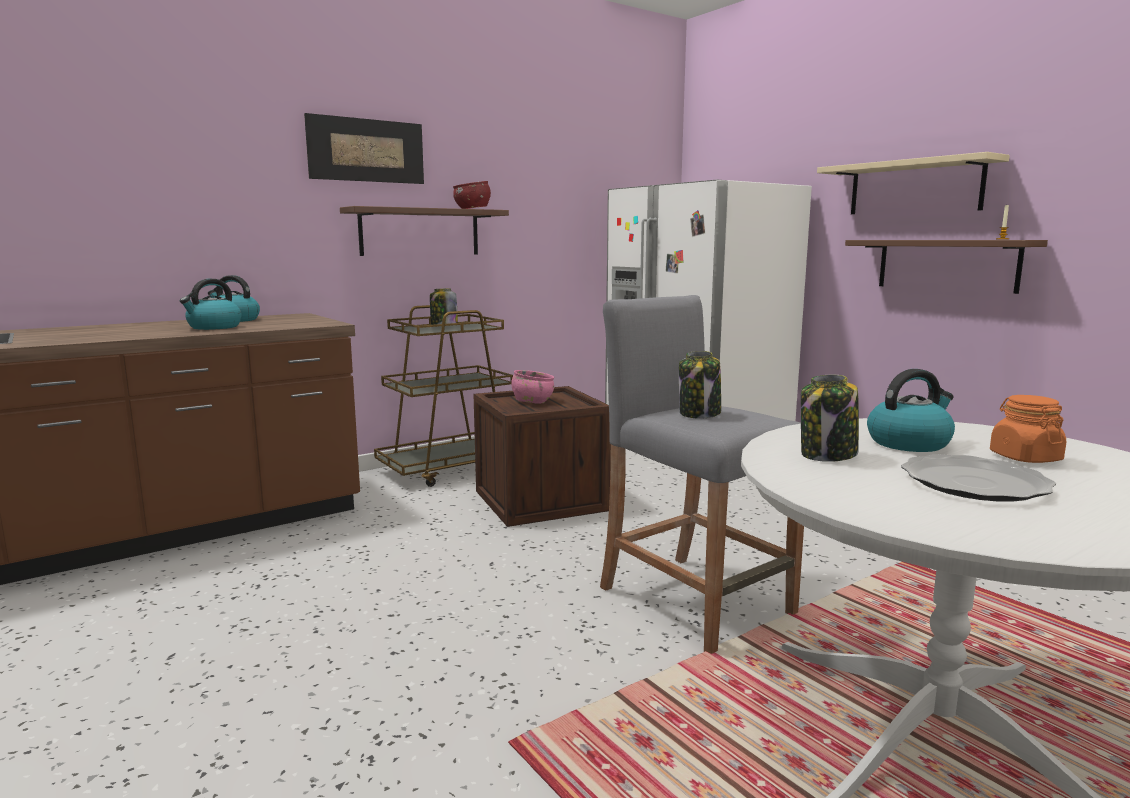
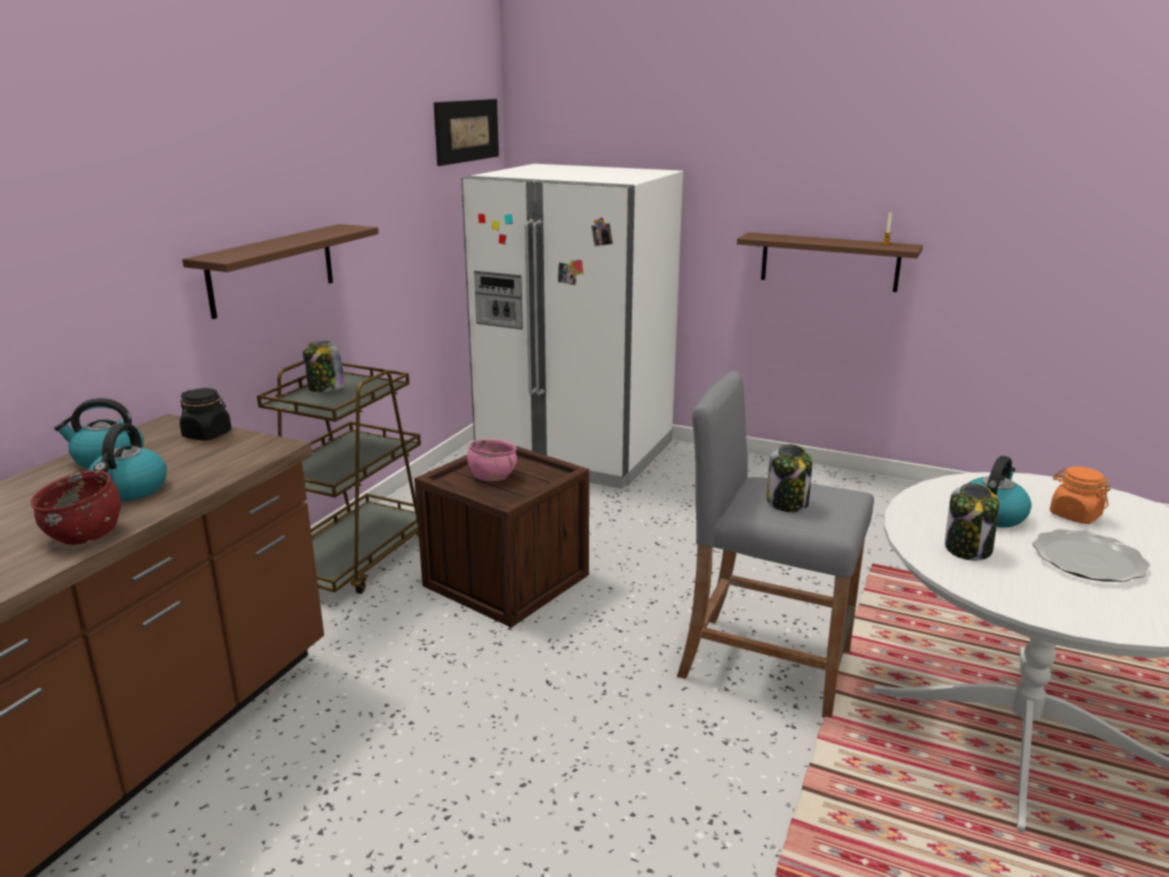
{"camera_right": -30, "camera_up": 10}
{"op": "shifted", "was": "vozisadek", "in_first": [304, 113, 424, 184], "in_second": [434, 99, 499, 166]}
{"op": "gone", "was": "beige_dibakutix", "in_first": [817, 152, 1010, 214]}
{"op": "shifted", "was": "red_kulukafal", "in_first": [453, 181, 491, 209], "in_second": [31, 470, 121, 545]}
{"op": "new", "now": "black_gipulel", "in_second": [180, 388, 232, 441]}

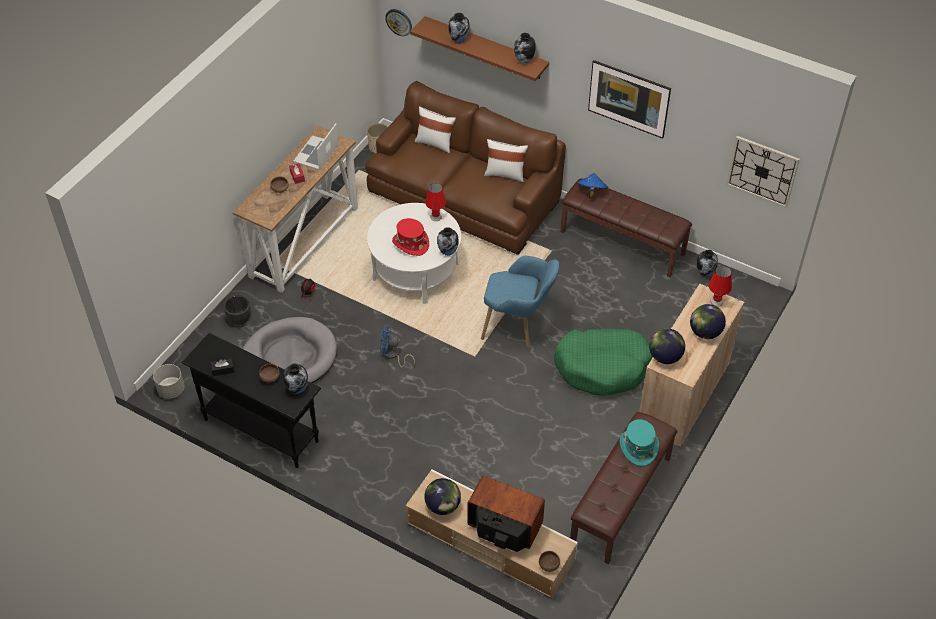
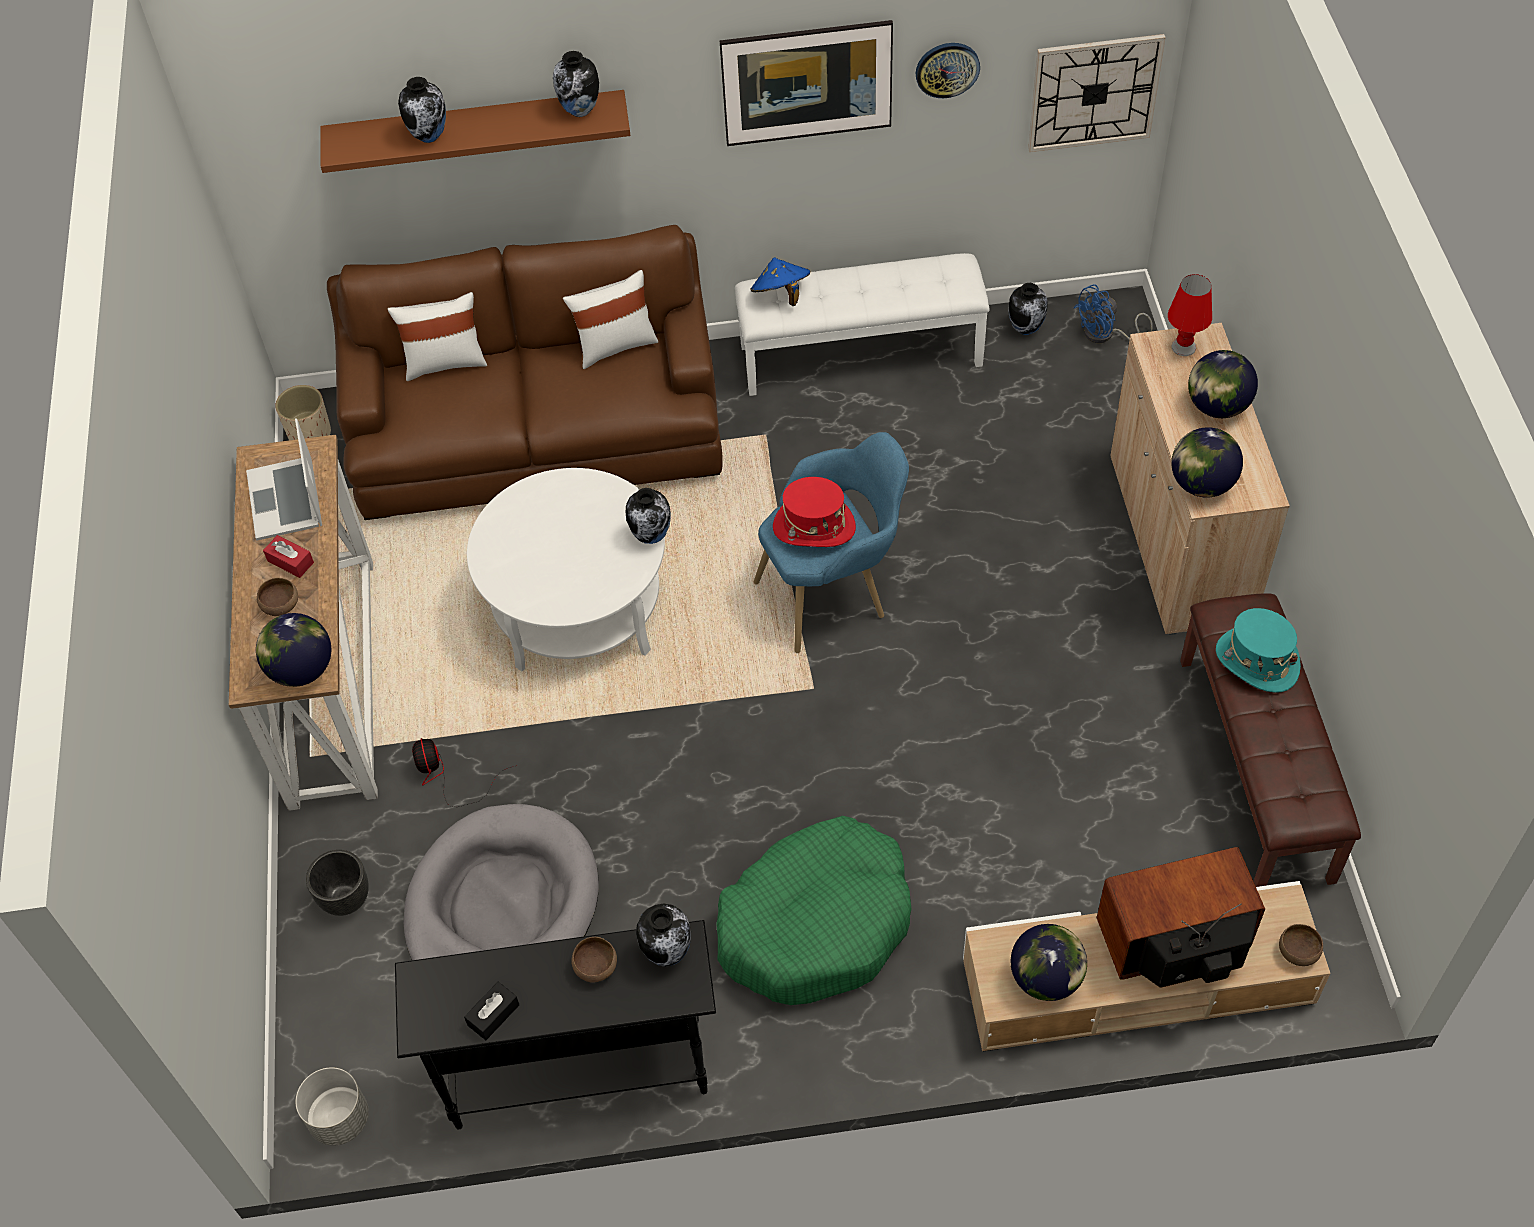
{"camera_right": -35, "camera_up": 5}
{"op": "shifted", "was": "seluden", "in_first": [385, 9, 412, 36], "in_second": [916, 43, 980, 98]}
{"op": "repainted", "was": "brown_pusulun", "now": "white_pusulun", "in_first": [561, 179, 692, 277], "in_second": [735, 253, 990, 396]}
{"op": "gone", "was": "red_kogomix", "in_first": [425, 183, 446, 221]}
{"op": "shifted", "was": "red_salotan", "in_first": [392, 218, 429, 256], "in_second": [773, 477, 856, 547]}
{"op": "shifted", "was": "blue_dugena", "in_first": [380, 325, 415, 367], "in_second": [1074, 284, 1153, 343]}
{"op": "shifted", "was": "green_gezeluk", "in_first": [554, 329, 653, 396], "in_second": [716, 816, 912, 1005]}
{"op": "new", "now": "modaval", "in_second": [256, 613, 331, 687]}

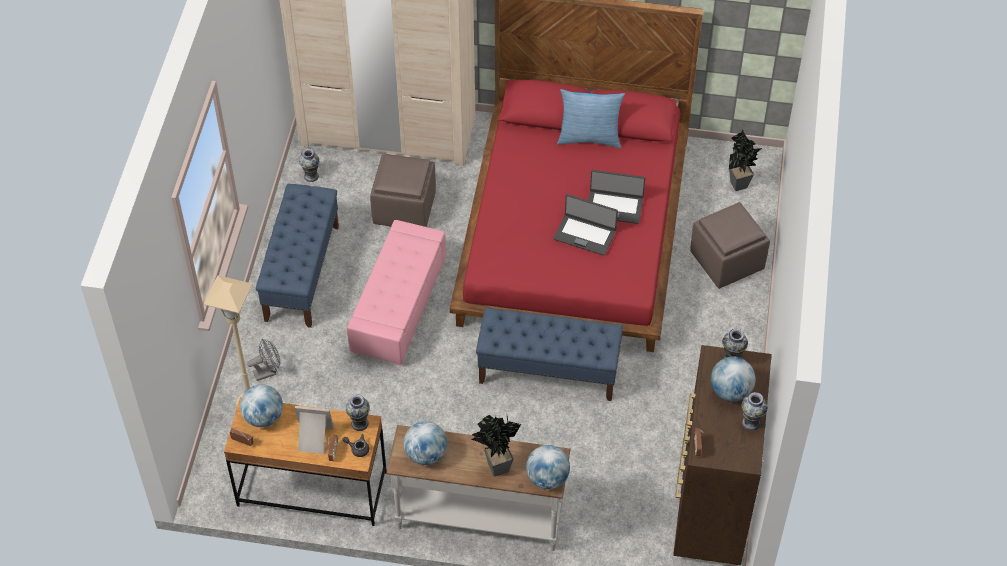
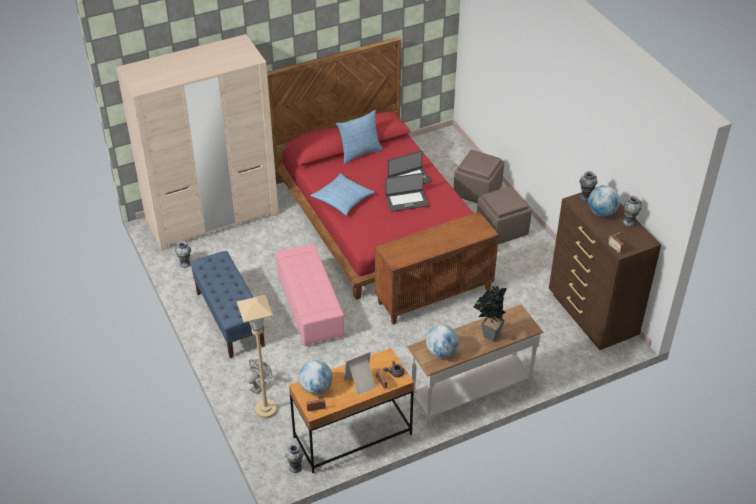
{"camera_right": -35, "camera_up": -10}
{"op": "gone", "was": "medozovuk", "in_first": [729, 130, 762, 191]}
{"op": "shifted", "was": "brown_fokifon", "in_first": [370, 154, 436, 227], "in_second": [477, 186, 532, 244]}
{"op": "swapped", "was": "blue_pusulun", "now": "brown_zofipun", "in_first": [476, 308, 623, 401], "in_second": [375, 212, 499, 325]}
{"op": "shifted", "was": "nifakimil", "in_first": [346, 395, 370, 431], "in_second": [285, 443, 304, 473]}
{"op": "gone", "was": "modaval", "in_first": [526, 445, 570, 489]}
{"op": "new", "now": "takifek", "in_second": [310, 173, 375, 215]}

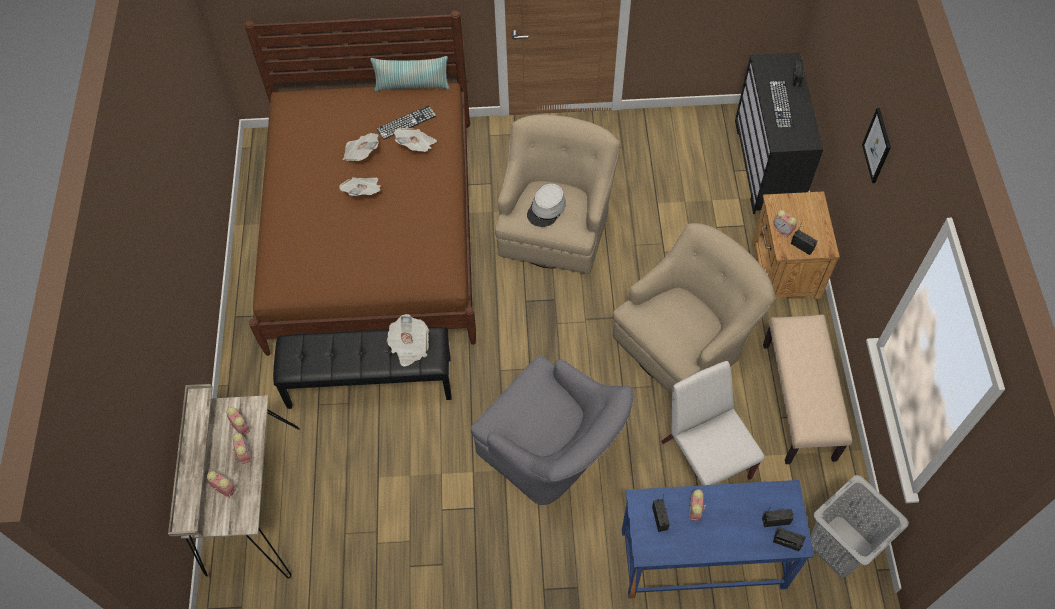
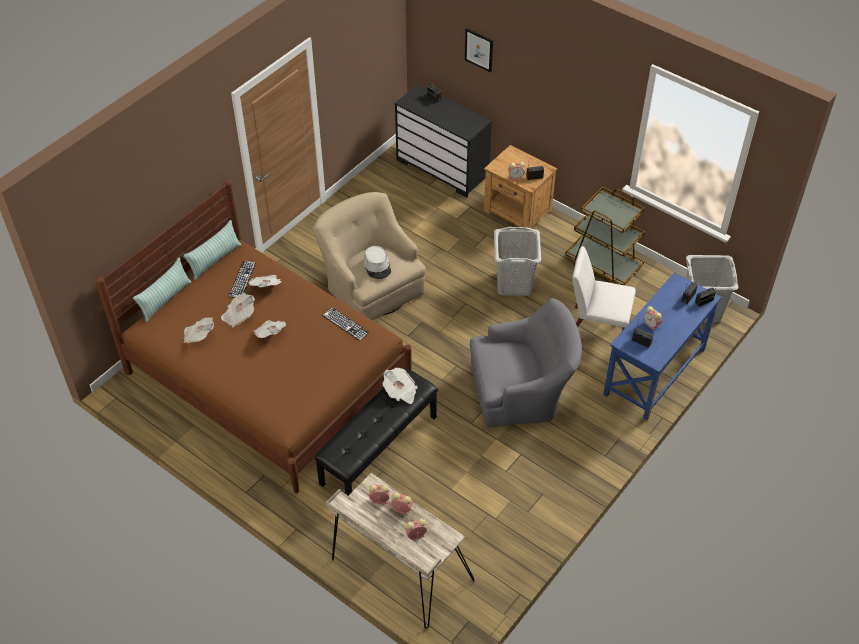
{"camera_right": -50, "camera_up": -10}
{"op": "shifted", "was": "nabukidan", "in_first": [769, 81, 794, 128], "in_second": [322, 307, 369, 341]}
{"op": "shifted", "was": "vozisadek", "in_first": [862, 108, 891, 183], "in_second": [465, 28, 493, 72]}
{"op": "swapped", "was": "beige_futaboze", "now": "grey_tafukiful", "in_first": [613, 223, 775, 396], "in_second": [494, 227, 541, 296]}
{"op": "swapped", "was": "beige_pusulun", "now": "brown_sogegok", "in_first": [763, 314, 852, 464], "in_second": [565, 187, 644, 285]}
{"op": "new", "now": "takifek", "in_second": [133, 258, 191, 322]}
{"op": "new", "now": "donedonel", "in_second": [184, 318, 214, 343]}

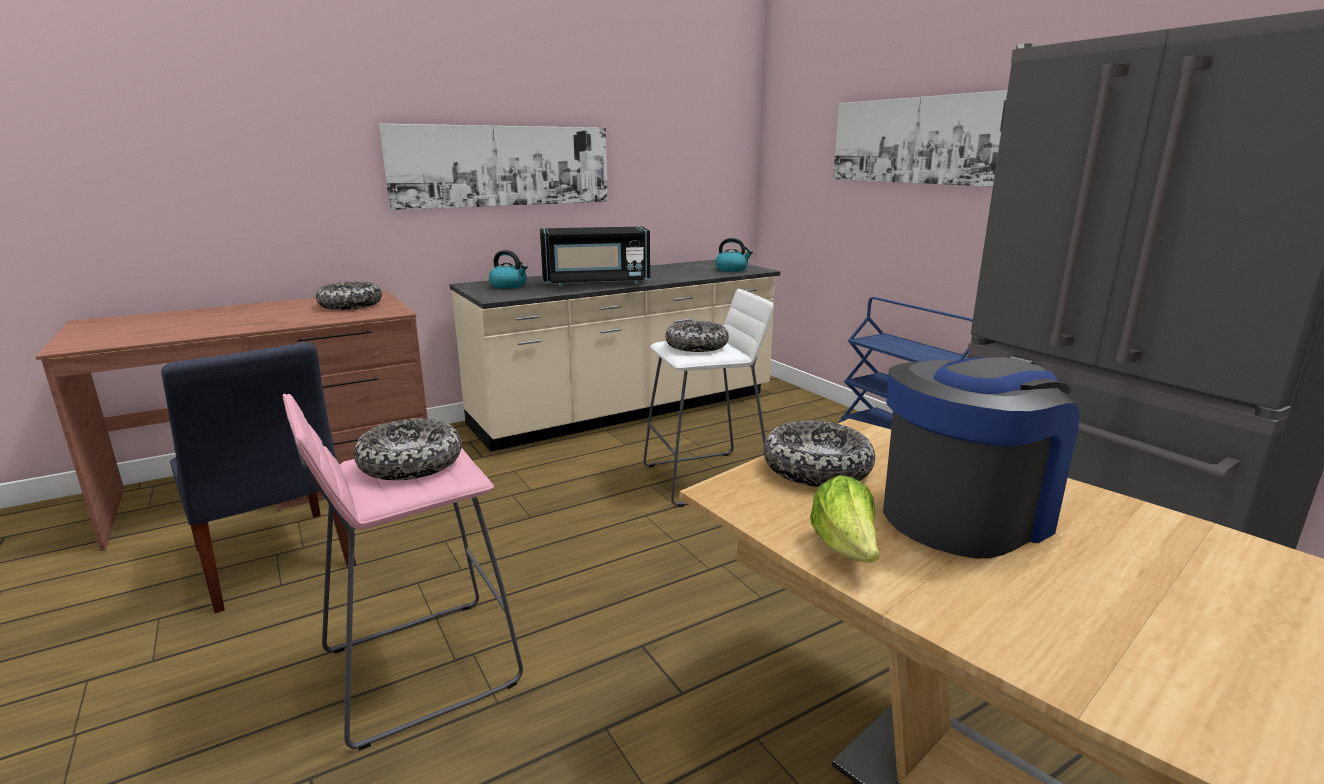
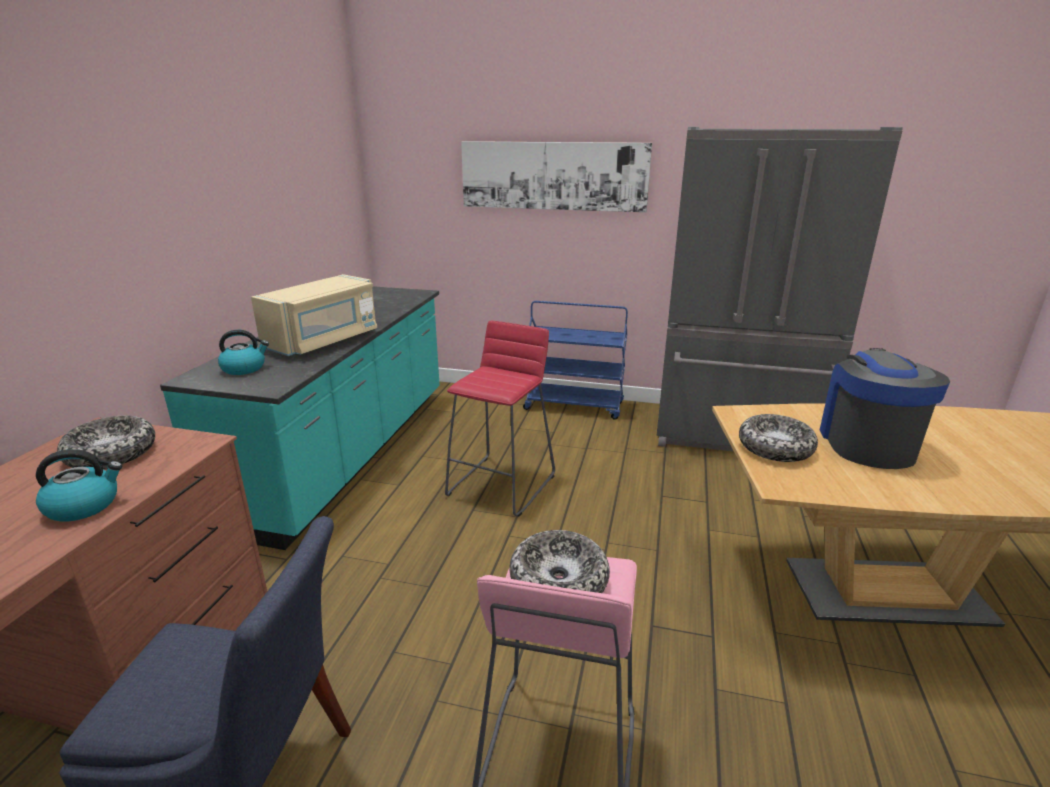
{"camera_right": -45, "camera_up": 5}
{"op": "gone", "was": "vozisadek", "in_first": [379, 124, 608, 210]}
{"op": "repainted", "was": "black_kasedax", "now": "beige_kasedax", "in_first": [540, 227, 650, 287], "in_second": [251, 274, 377, 356]}
{"op": "shifted", "was": "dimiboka", "in_first": [715, 238, 753, 272], "in_second": [36, 449, 122, 522]}
{"op": "repainted", "was": "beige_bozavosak", "now": "turquoise_bozavosak", "in_first": [450, 260, 780, 452], "in_second": [160, 286, 440, 550]}
{"op": "repainted", "was": "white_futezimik", "now": "red_futezimik", "in_first": [643, 289, 774, 507], "in_second": [445, 321, 555, 517]}
{"op": "gone", "was": "kulukafal", "in_first": [665, 321, 729, 352]}
{"op": "gone", "was": "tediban", "in_first": [810, 475, 879, 562]}

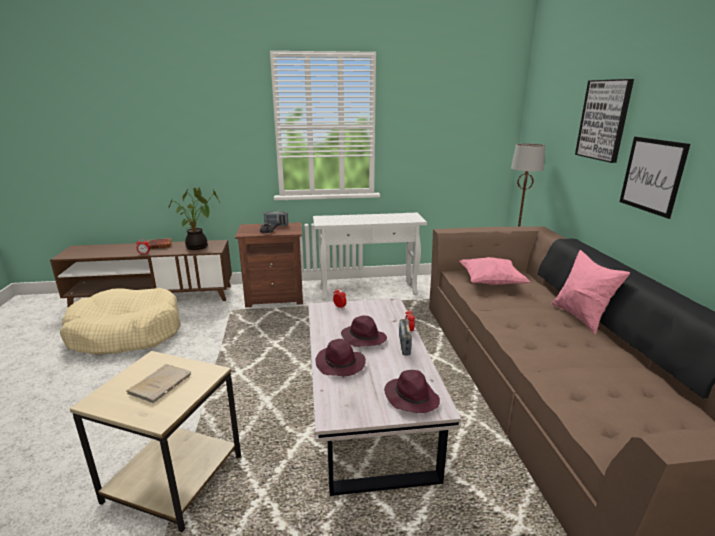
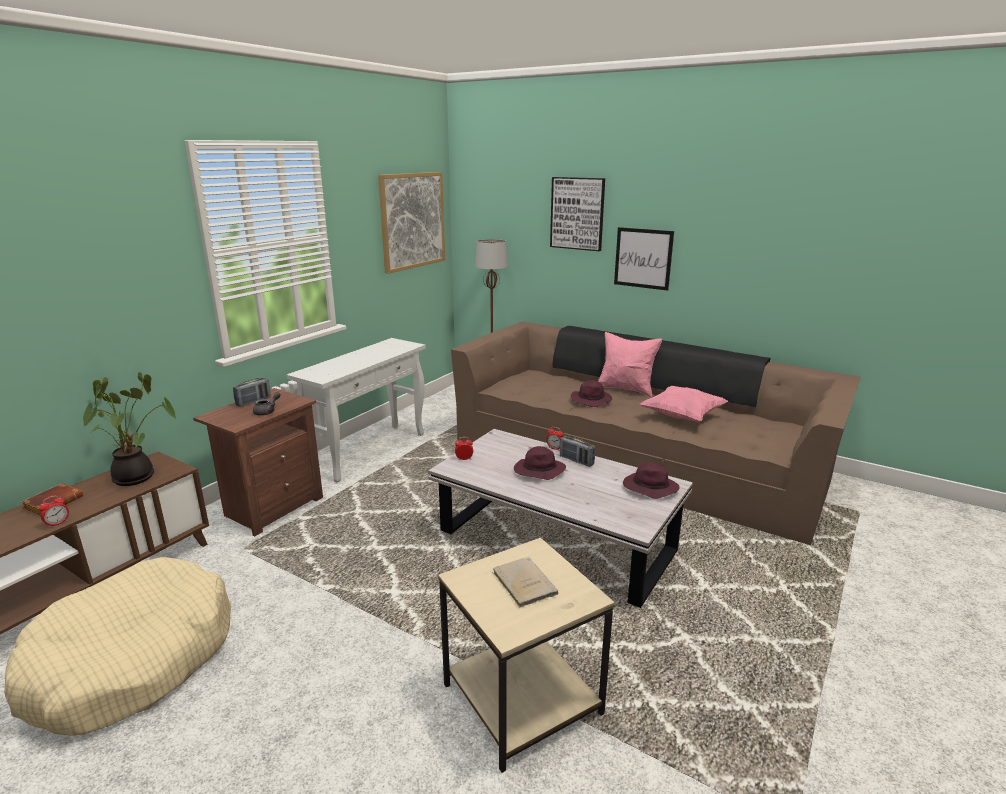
{"camera_right": -50, "camera_up": 0}
{"op": "shifted", "was": "pink_takifek", "in_first": [459, 257, 530, 285], "in_second": [640, 386, 728, 422]}
{"op": "shifted", "was": "purple_salotan", "in_first": [315, 339, 366, 376], "in_second": [571, 380, 612, 407]}
{"op": "new", "now": "vozisadek", "in_second": [378, 172, 445, 274]}

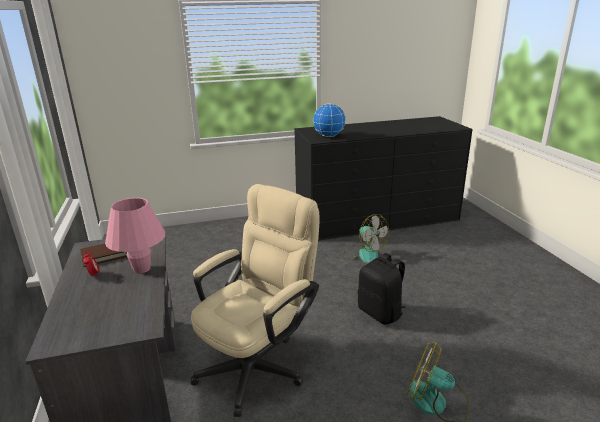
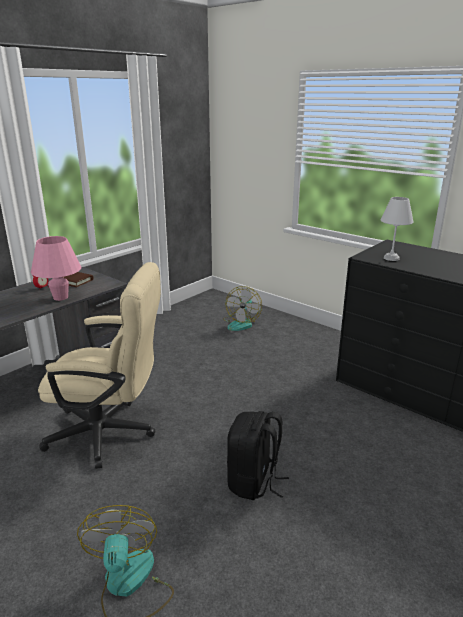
{"camera_right": 55, "camera_up": 0}
{"op": "swapped", "was": "modaval", "now": "white_kogomix", "in_first": [313, 104, 346, 137], "in_second": [380, 197, 413, 261]}
{"op": "shifted", "was": "dugena", "in_first": [343, 214, 389, 263], "in_second": [223, 286, 262, 331]}

